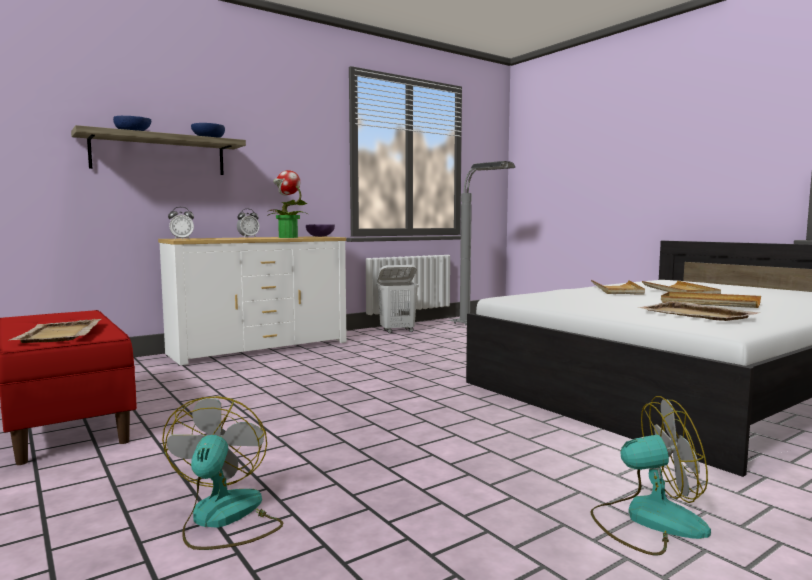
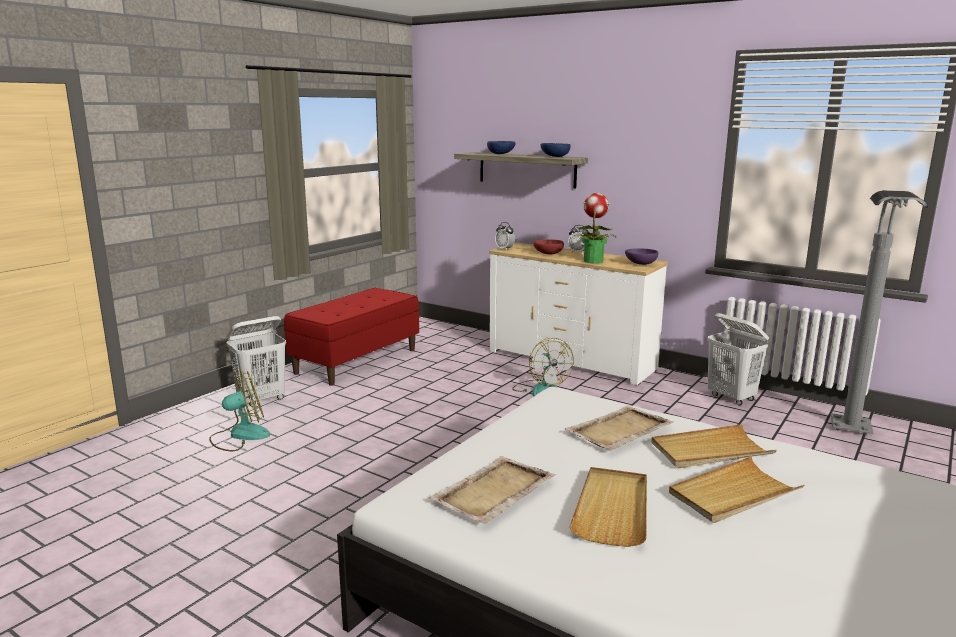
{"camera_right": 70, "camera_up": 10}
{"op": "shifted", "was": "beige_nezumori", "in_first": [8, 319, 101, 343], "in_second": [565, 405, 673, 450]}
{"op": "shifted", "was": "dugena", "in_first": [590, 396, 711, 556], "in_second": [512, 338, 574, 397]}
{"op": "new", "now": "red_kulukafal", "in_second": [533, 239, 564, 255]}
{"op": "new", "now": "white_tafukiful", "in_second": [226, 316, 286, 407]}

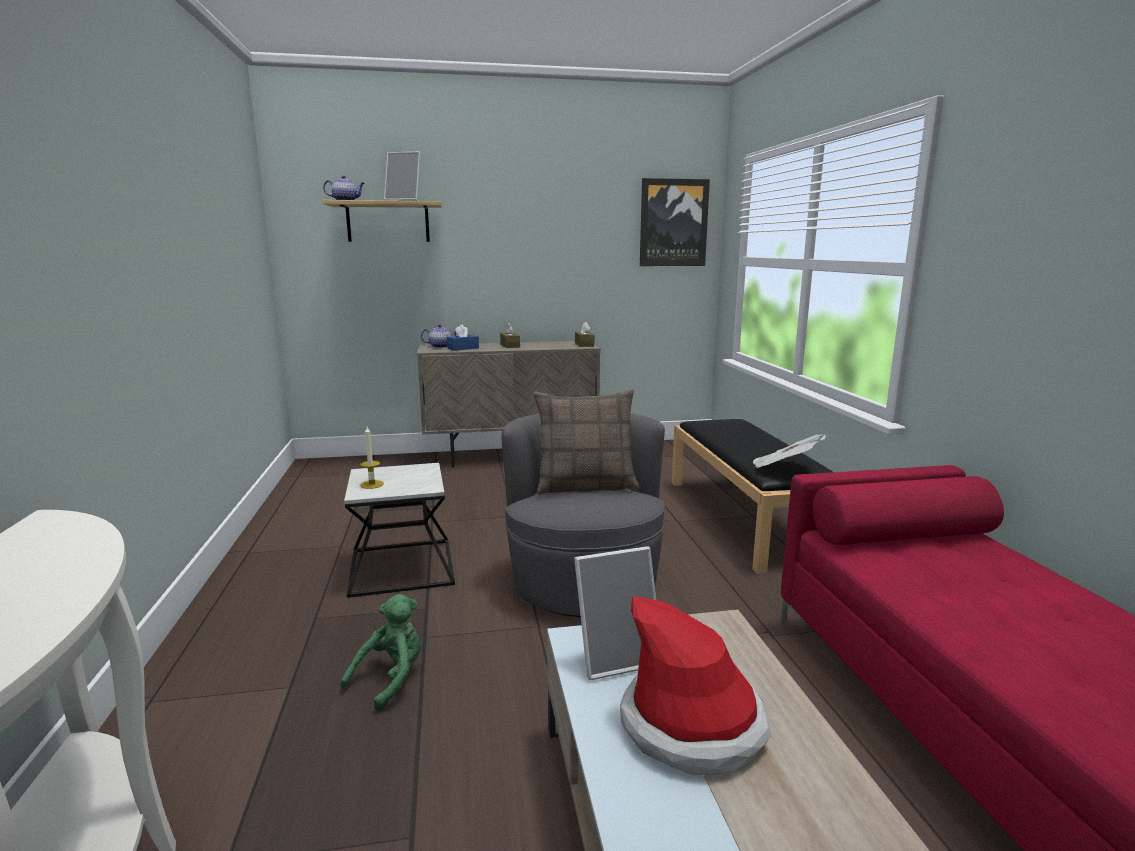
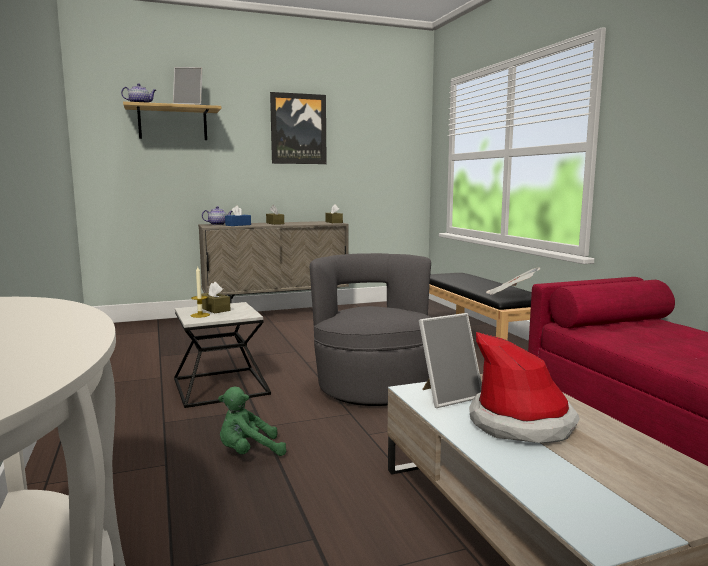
{"camera_right": -10, "camera_up": -5}
{"op": "shifted", "was": "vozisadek", "in_first": [640, 178, 710, 266], "in_second": [270, 92, 327, 164]}
{"op": "gone", "was": "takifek", "in_first": [533, 389, 639, 495]}
{"op": "rotated", "was": "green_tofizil", "in_first": [340, 594, 422, 711], "in_second": [218, 387, 286, 456], "clockwise": -135}
{"op": "new", "now": "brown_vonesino", "in_second": [201, 282, 231, 313]}

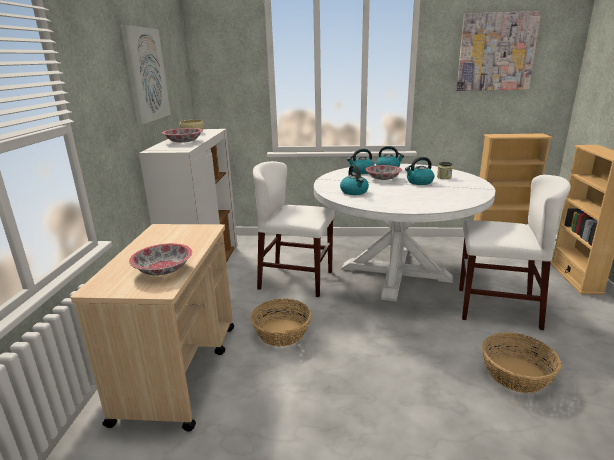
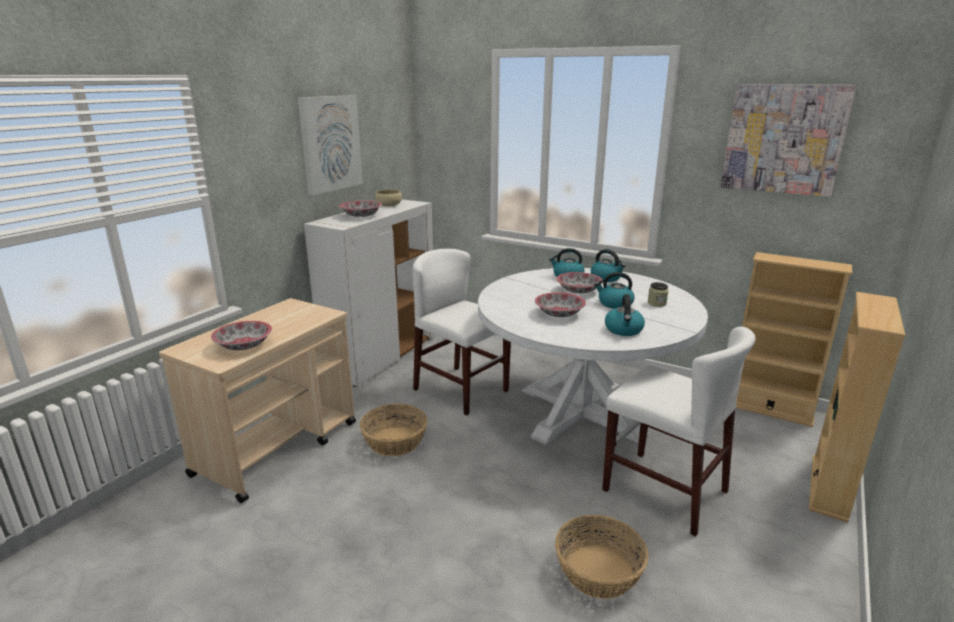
{"camera_right": 25, "camera_up": 0}
{"op": "shifted", "was": "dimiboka", "in_first": [340, 165, 369, 195], "in_second": [605, 294, 645, 336]}
{"op": "new", "now": "kulukafal", "in_second": [535, 293, 586, 317]}

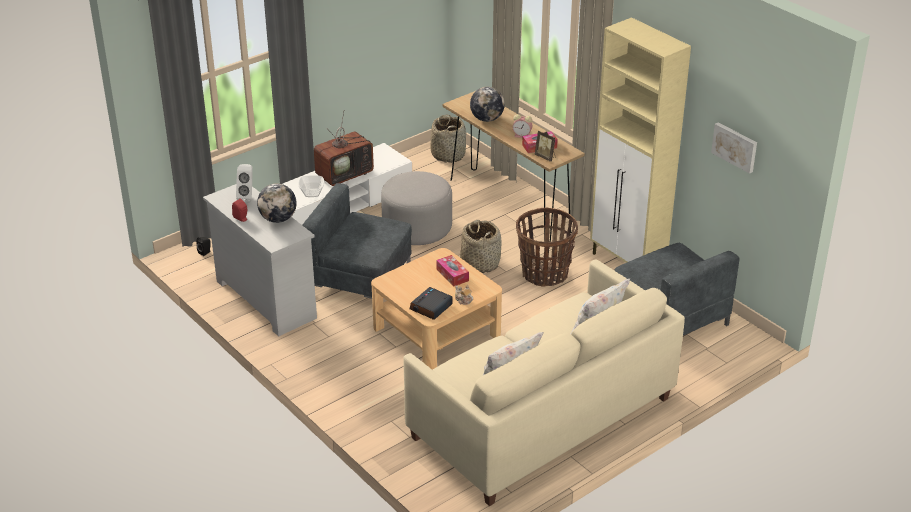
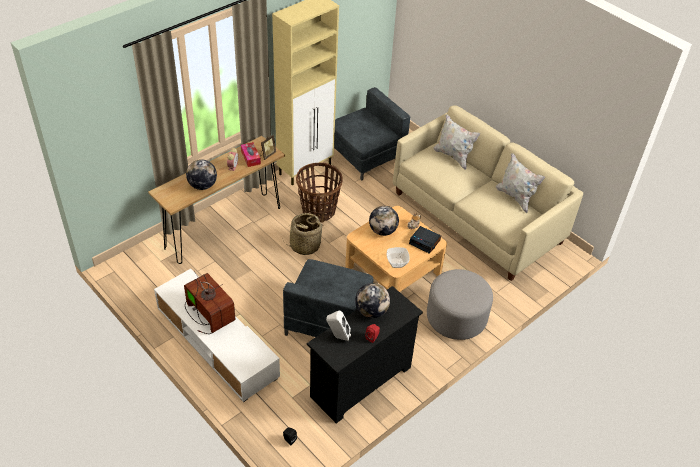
{"camera_right": -95, "camera_up": 10}
{"op": "gone", "was": "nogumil", "in_first": [430, 114, 466, 163]}
{"op": "gone", "was": "vozisadek", "in_first": [711, 122, 757, 174]}
{"op": "shifted", "was": "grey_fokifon", "in_first": [381, 171, 452, 245], "in_second": [427, 269, 493, 340]}
{"op": "shifted", "was": "kulukafal", "in_first": [298, 175, 324, 197], "in_second": [387, 247, 410, 268]}
{"op": "repainted", "was": "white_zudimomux", "now": "black_zudimomux", "in_first": [203, 184, 317, 336], "in_second": [307, 286, 423, 423]}
{"op": "swapped", "was": "vonesino", "now": "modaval", "in_first": [436, 255, 469, 286], "in_second": [369, 206, 399, 236]}

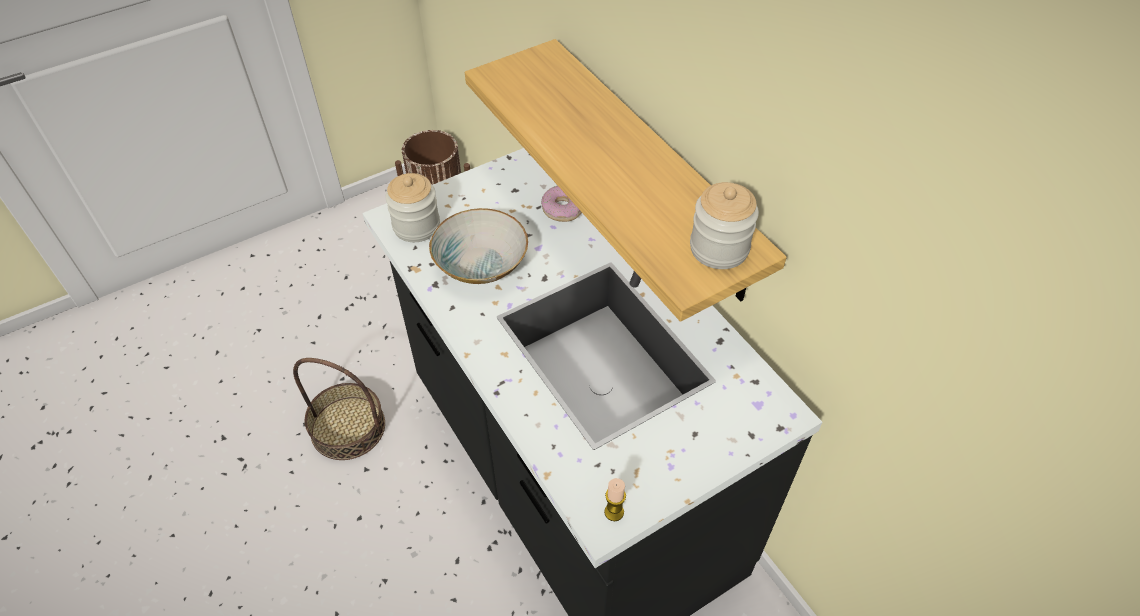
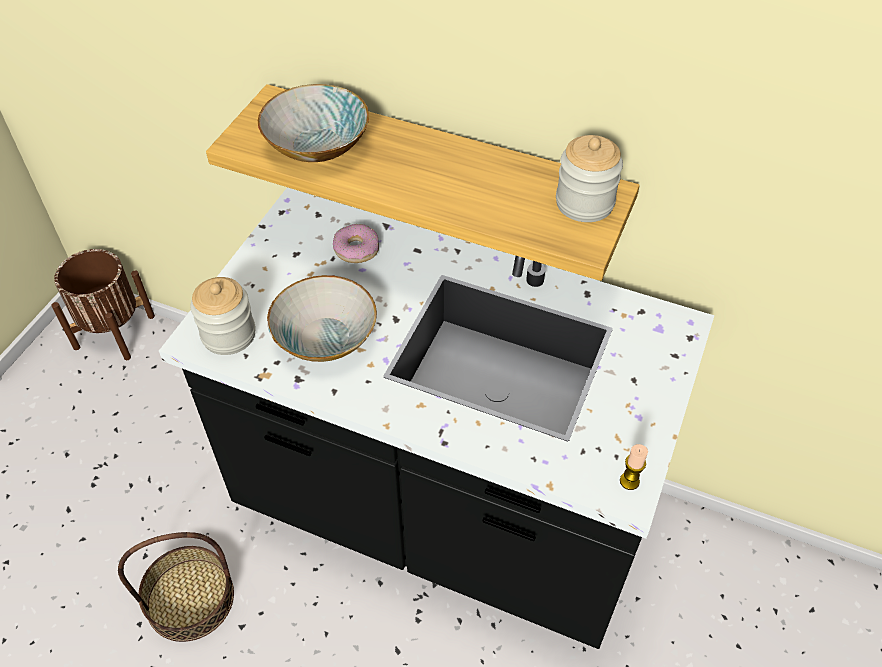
{"camera_right": -35, "camera_up": 0}
{"op": "new", "now": "kulukafal", "in_second": [258, 84, 369, 162]}

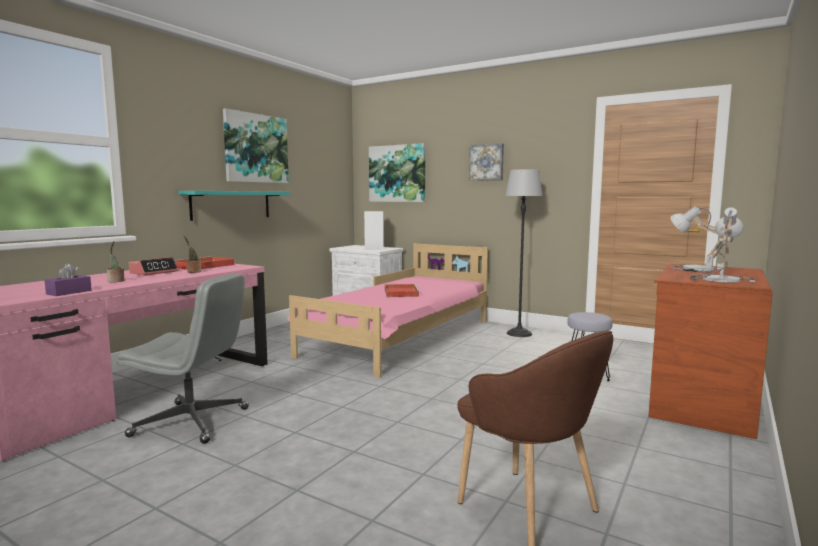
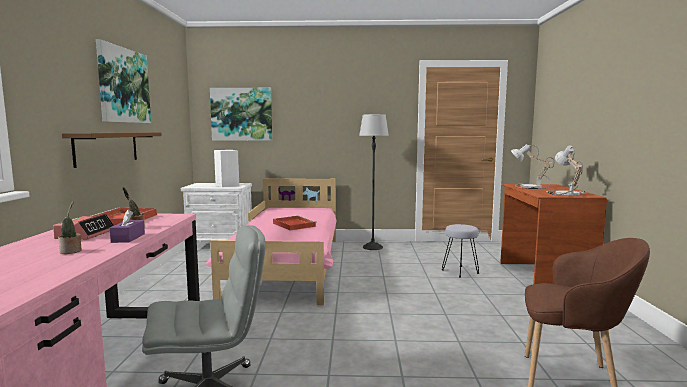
{"camera_right": -30, "camera_up": 0}
{"op": "gone", "was": "vozisadek", "in_first": [469, 143, 504, 181]}
{"op": "repainted", "was": "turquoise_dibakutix", "now": "brown_dibakutix", "in_first": [178, 191, 290, 221], "in_second": [62, 132, 162, 168]}
{"op": "shifted", "was": "purple_vonesino", "in_first": [44, 264, 92, 296], "in_second": [110, 210, 145, 243]}

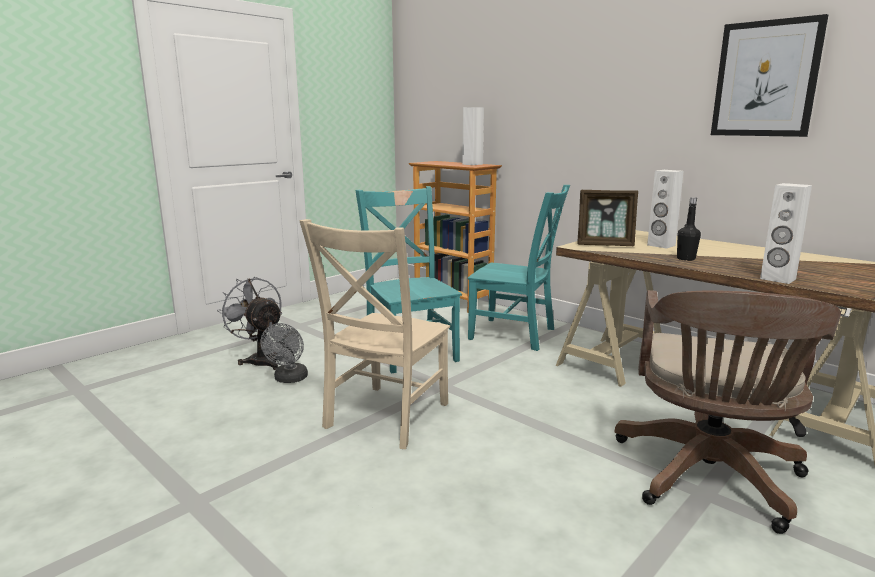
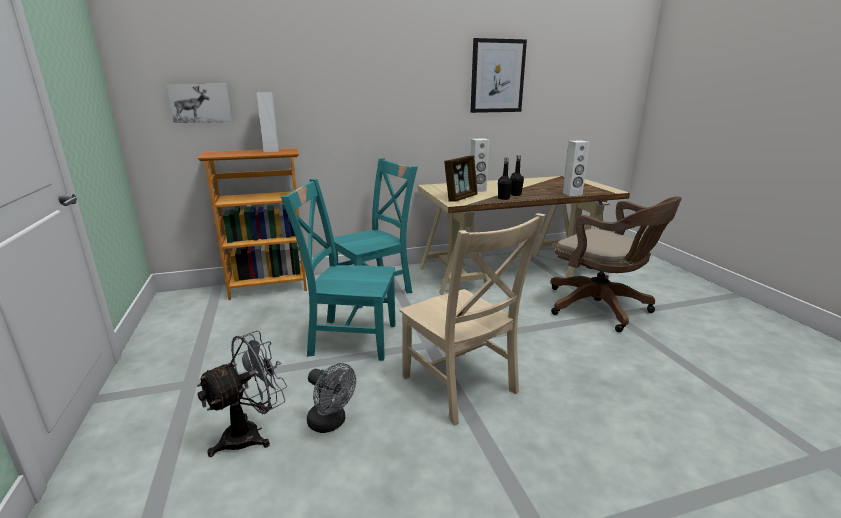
{"camera_right": -60, "camera_up": 5}
{"op": "rotated", "was": "grey_dugena", "in_first": [217, 277, 282, 370], "in_second": [197, 330, 287, 457], "clockwise": 150}
{"op": "new", "now": "vozisadek", "in_second": [166, 83, 233, 123]}
{"op": "new", "now": "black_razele", "in_second": [498, 158, 512, 200]}

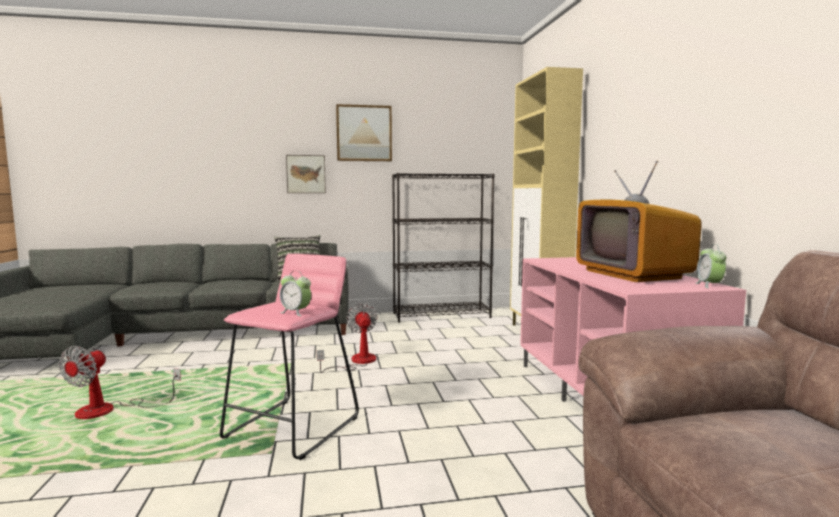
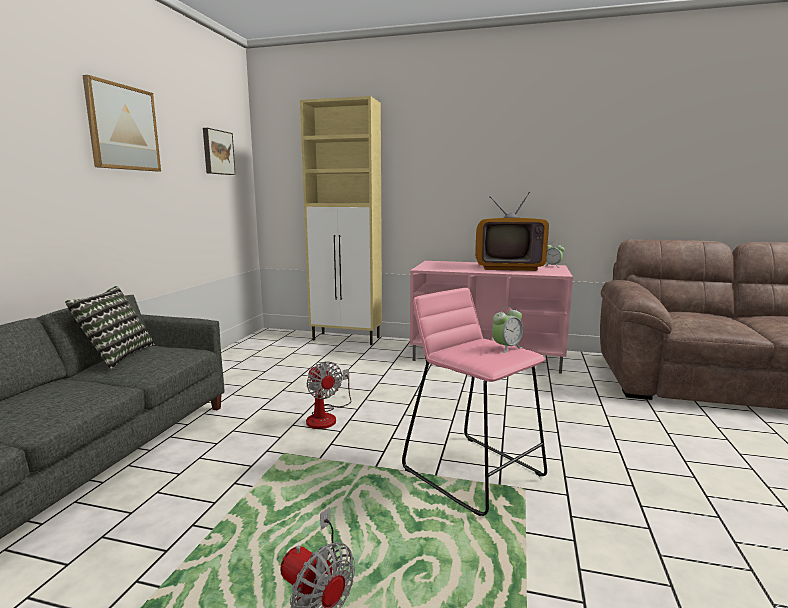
{"camera_right": -65, "camera_up": 5}
{"op": "shifted", "was": "vozisadek", "in_first": [286, 155, 326, 193], "in_second": [203, 128, 236, 175]}
{"op": "gone", "was": "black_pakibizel", "in_first": [392, 173, 495, 322]}
{"op": "rotated", "was": "dugena", "in_first": [317, 303, 377, 373], "in_second": [306, 362, 351, 429], "clockwise": -135}

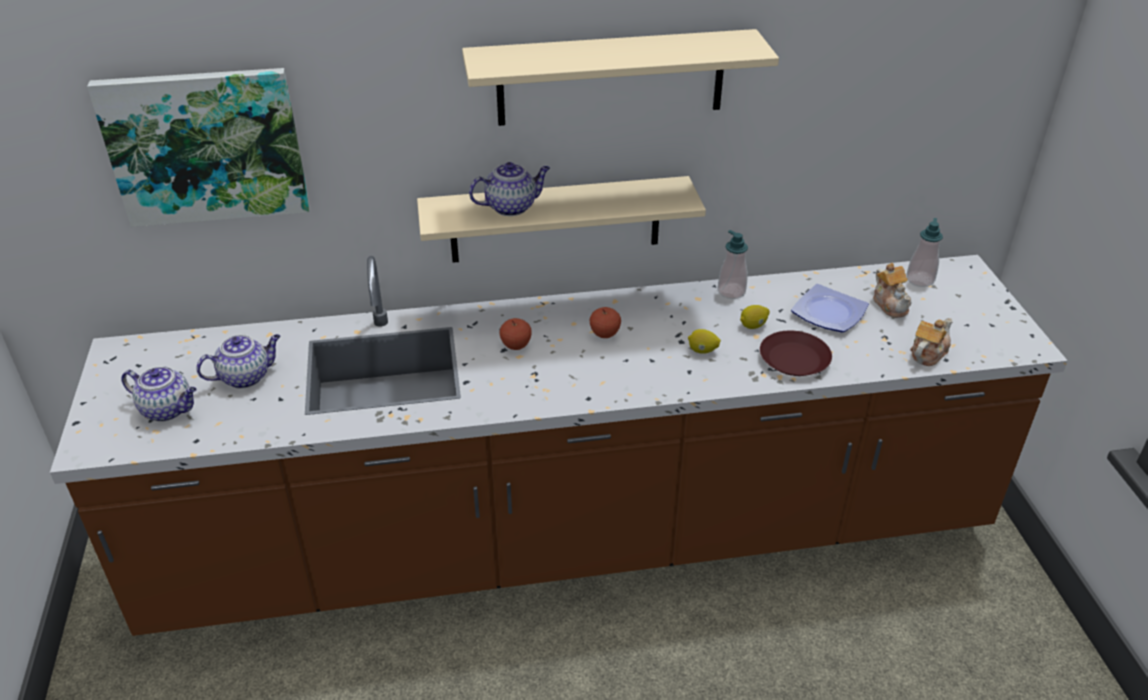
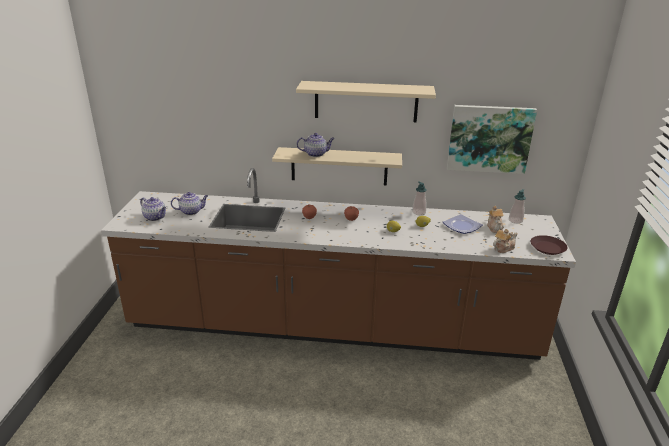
{"camera_right": 15, "camera_up": -10}
{"op": "shifted", "was": "vozisadek", "in_first": [87, 68, 310, 227], "in_second": [447, 105, 537, 174]}
{"op": "shifted", "was": "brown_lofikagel", "in_first": [760, 331, 832, 376], "in_second": [530, 235, 568, 255]}

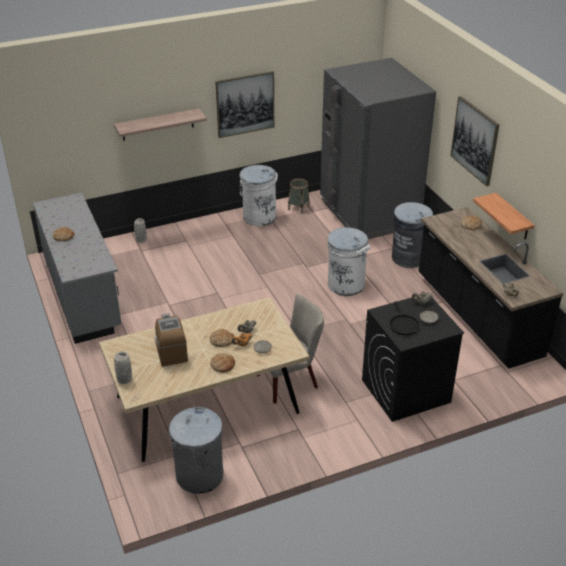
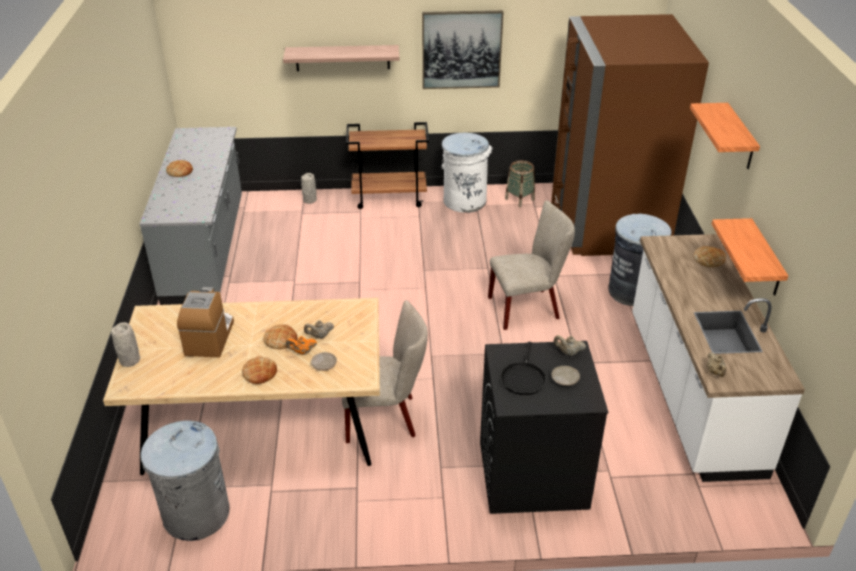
{"camera_right": 20, "camera_up": 0}
{"op": "repainted", "was": "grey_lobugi", "now": "brown_lobugi", "in_first": [320, 58, 436, 239], "in_second": [551, 14, 709, 256]}
{"op": "swapped", "was": "vozisadek", "now": "dibakutix", "in_first": [450, 96, 500, 186], "in_second": [690, 103, 760, 169]}
{"op": "repainted", "was": "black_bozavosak", "now": "white_bozavosak", "in_first": [419, 207, 563, 369], "in_second": [632, 234, 805, 482]}
{"op": "swapped", "was": "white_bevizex", "now": "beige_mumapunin", "in_first": [327, 227, 371, 296], "in_second": [488, 200, 575, 330]}
{"op": "new", "now": "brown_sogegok", "in_second": [346, 122, 429, 209]}

